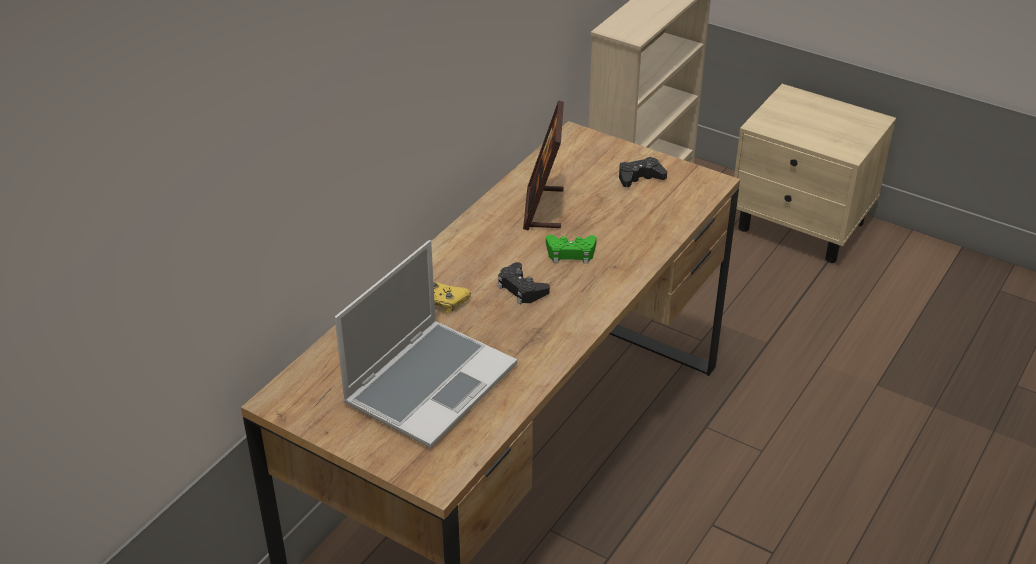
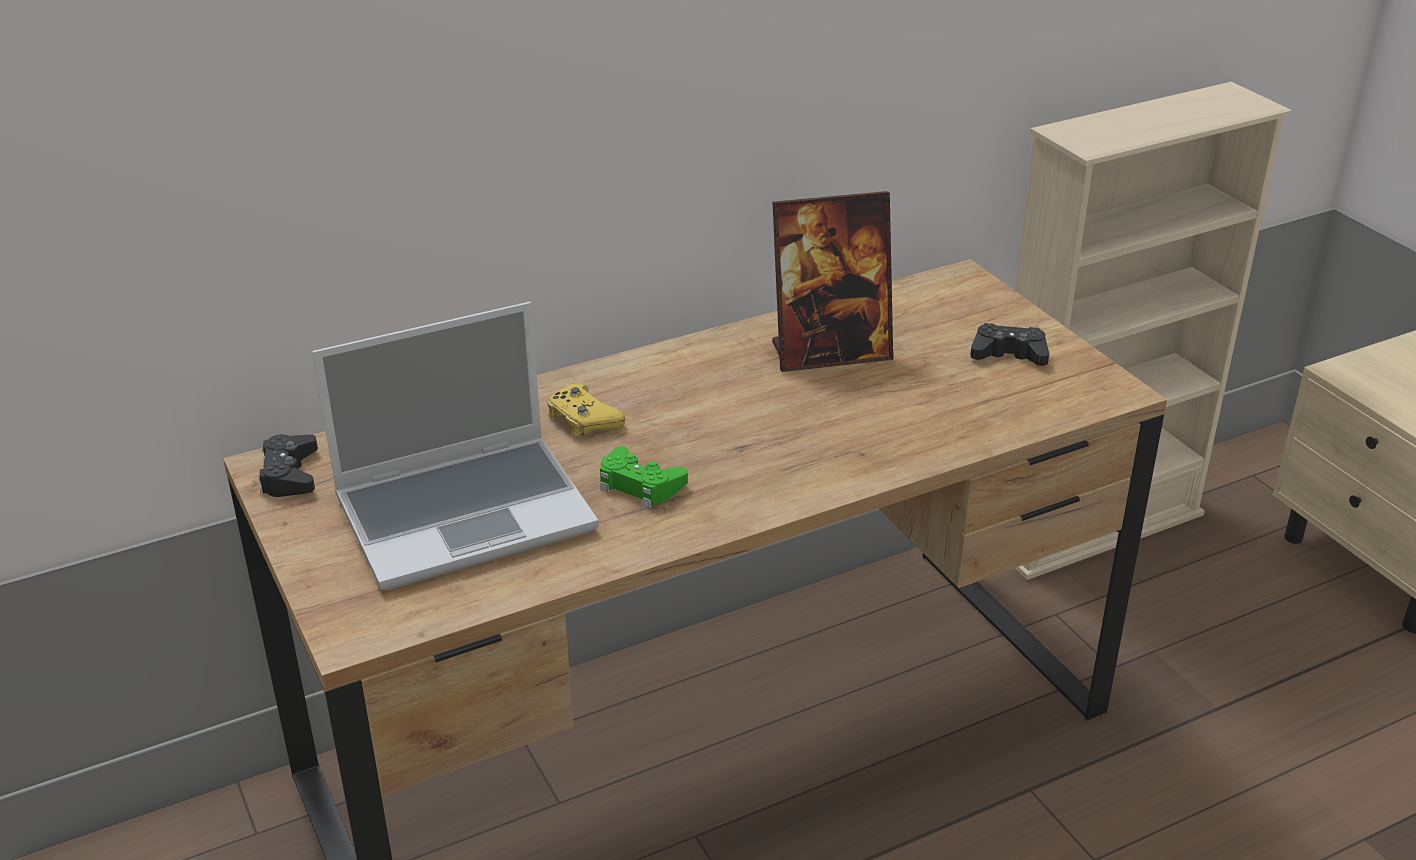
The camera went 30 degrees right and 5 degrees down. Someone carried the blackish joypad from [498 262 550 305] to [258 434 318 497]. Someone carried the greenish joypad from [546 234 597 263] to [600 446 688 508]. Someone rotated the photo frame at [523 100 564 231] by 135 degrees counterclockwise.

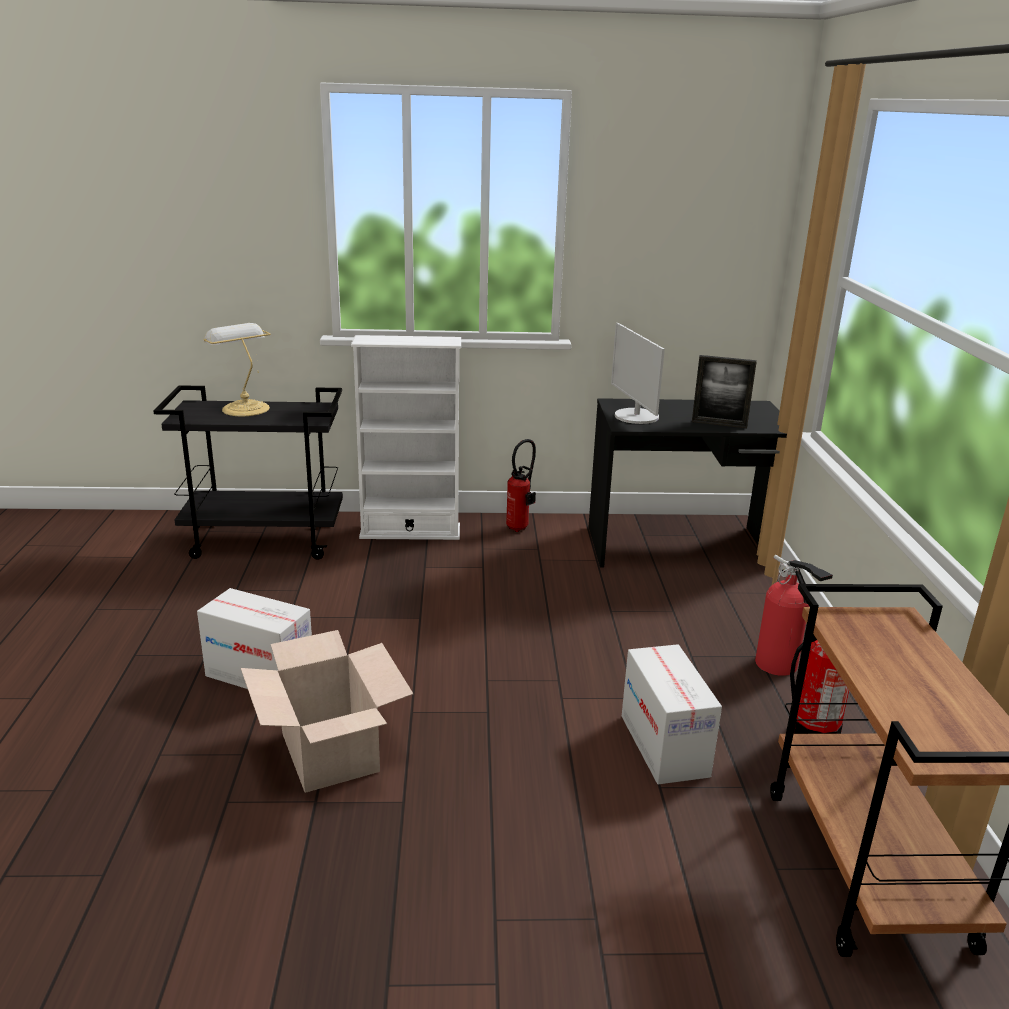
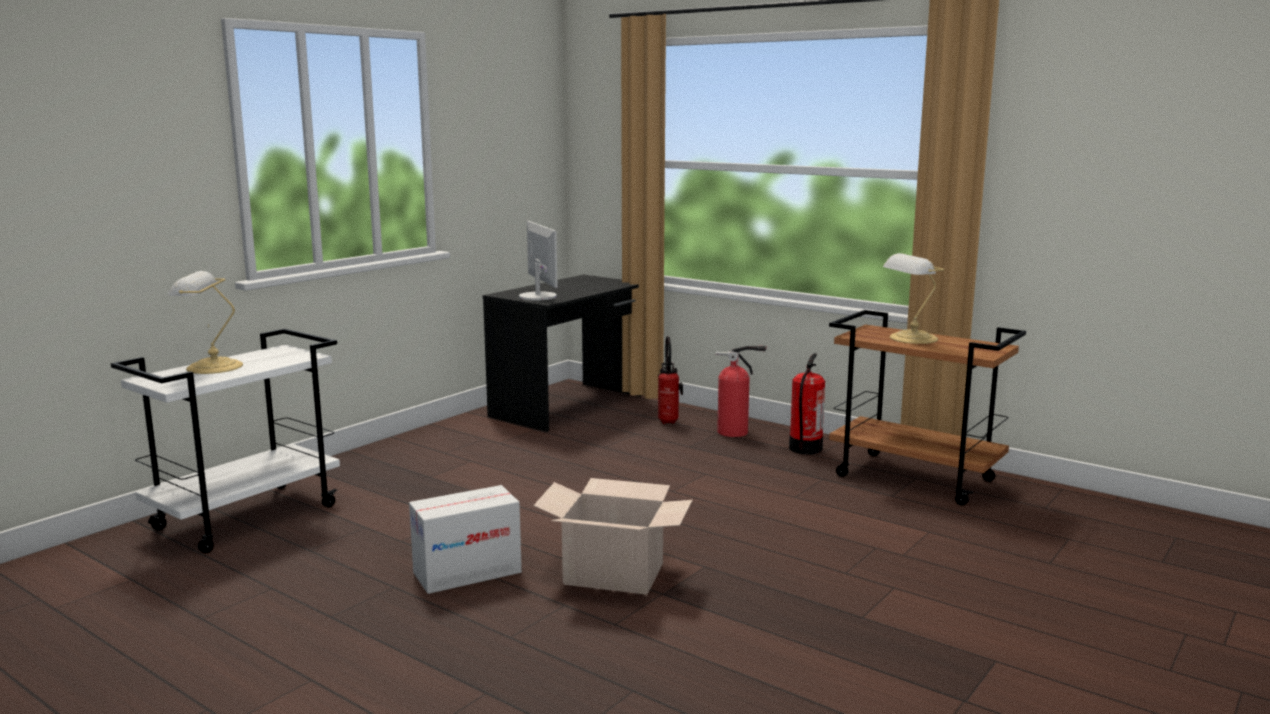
The camera went 50 degrees left and 10 degrees down. Someone took away the white shelving unit at [351 335 461 540]. Someone took away the packing box at [622 644 722 784]. Someone took away the photo frame at [692 355 757 428]. Someone put down the lamp for a table at [883 253 944 344]. Someone carried the fire extinguisher from [506 439 536 532] to [658 336 683 424]. Someone repainted the blackish trolley at [153 385 343 560], which became the white trolley at [111 329 340 553]. Someone rotated the monitor at [611 323 665 424] by 135 degrees counterclockwise.

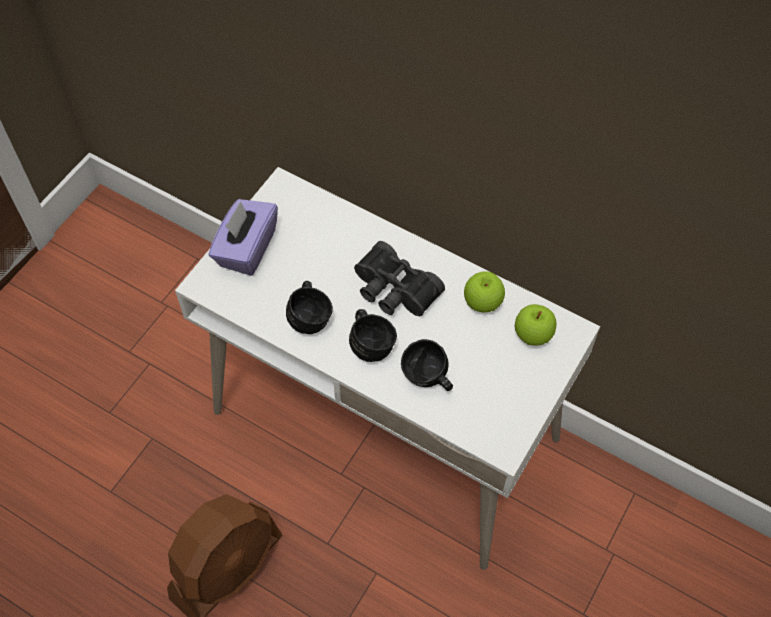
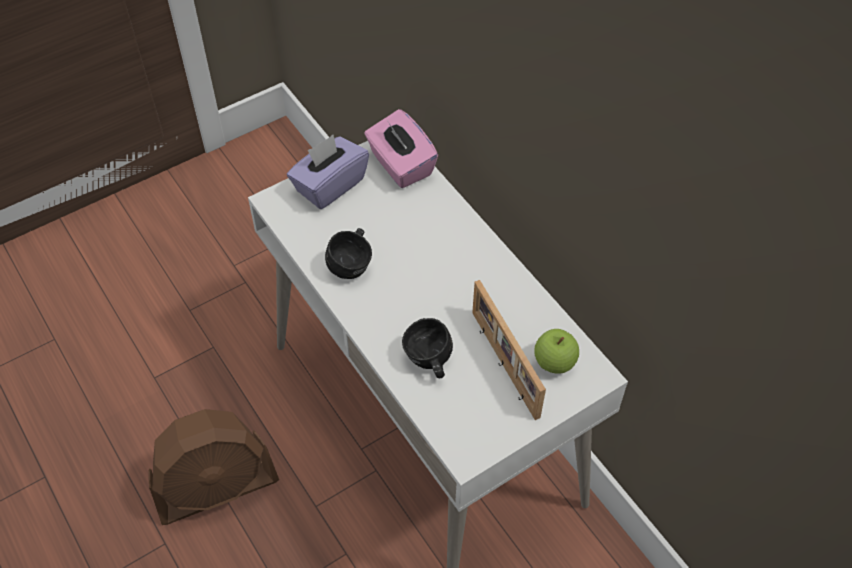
The camera went 25 degrees right and 5 degrees down. Someone took away the blackish tea mug at [349 309 397 362]. Someone took away the blackish pair of binoculars at [354 241 445 316]. Someone took away the apple at [464 271 505 312]. Someone put down the pink box of tissues at [364 109 438 188]. Someone put down the photo frame at [472 280 546 420].

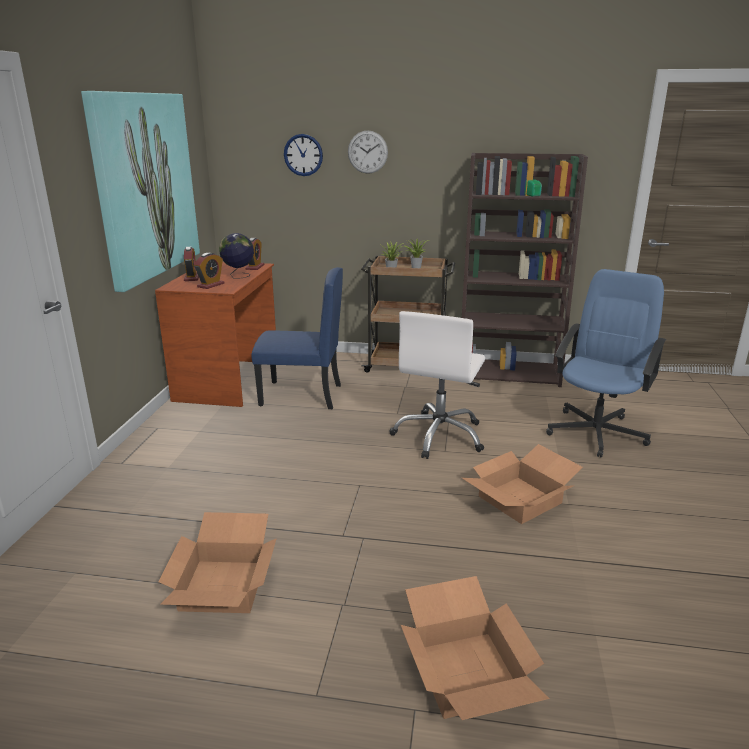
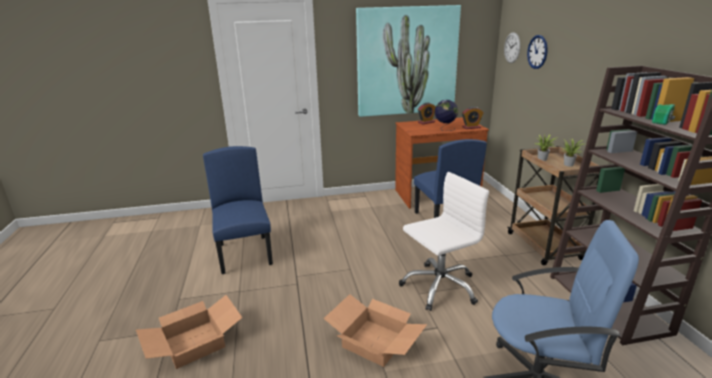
The camera went 70 degrees right and 0 degrees up. Someone took away the table clock at [194 253 225 289]. Someone carried the wall clock from [348 130 388 174] to [504 32 520 63]. Someone swapped the packing box at [158 512 277 613] for the blue-coloured upright chair at [203 146 273 274]. Someone rotated the white computer chair at [389 311 485 459] by 150 degrees clockwise.

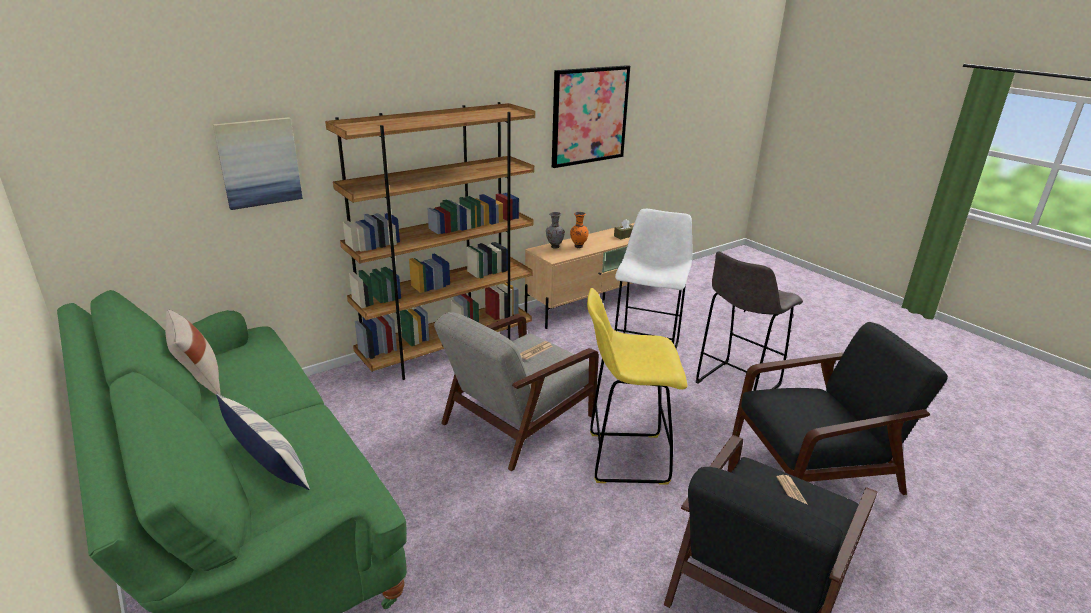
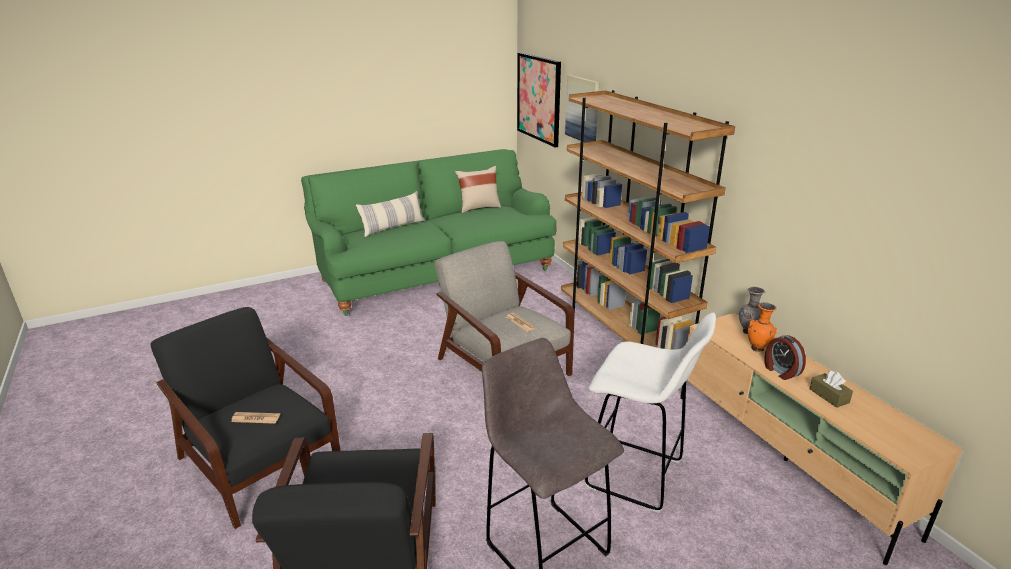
The camera went 100 degrees right and 0 degrees up. Someone took away the yellow stool at [587 288 687 485]. Someone put down the table clock at [764 335 806 380]. Someone carried the wall picture from [552 65 630 168] to [517 52 561 147].

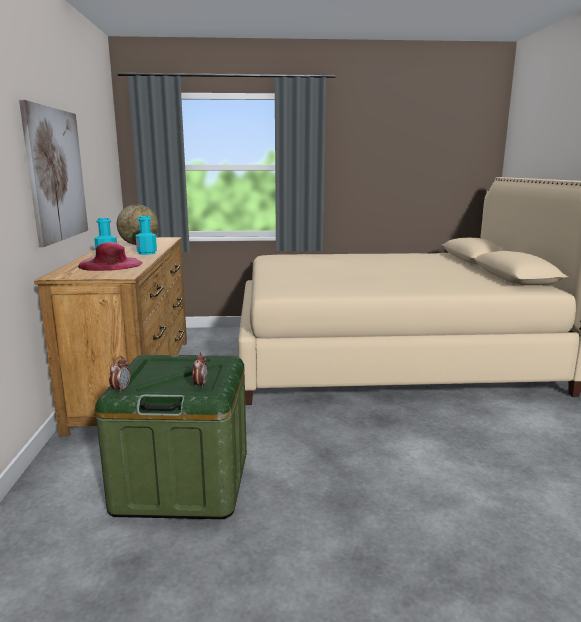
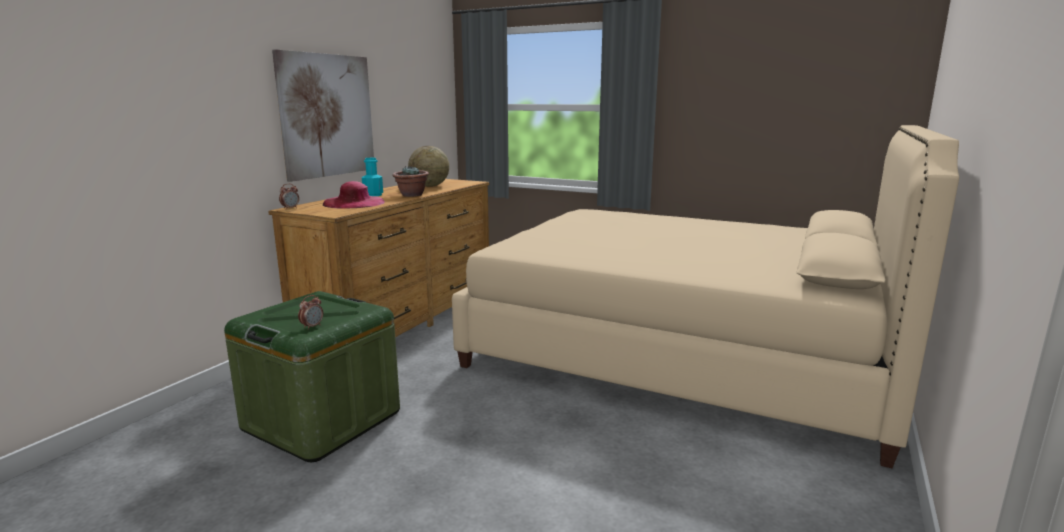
The camera went 30 degrees right and 0 degrees up. Someone carried the table clock from [109 356 130 393] to [279 183 299 209]. Someone swapped the blue-green beverage bottle at [136 216 157 255] for the potted plant at [392 166 429 197].

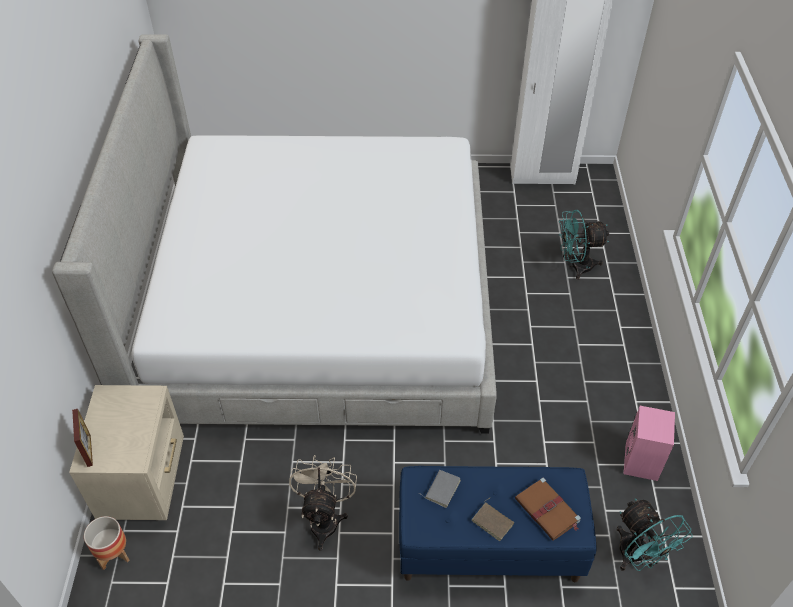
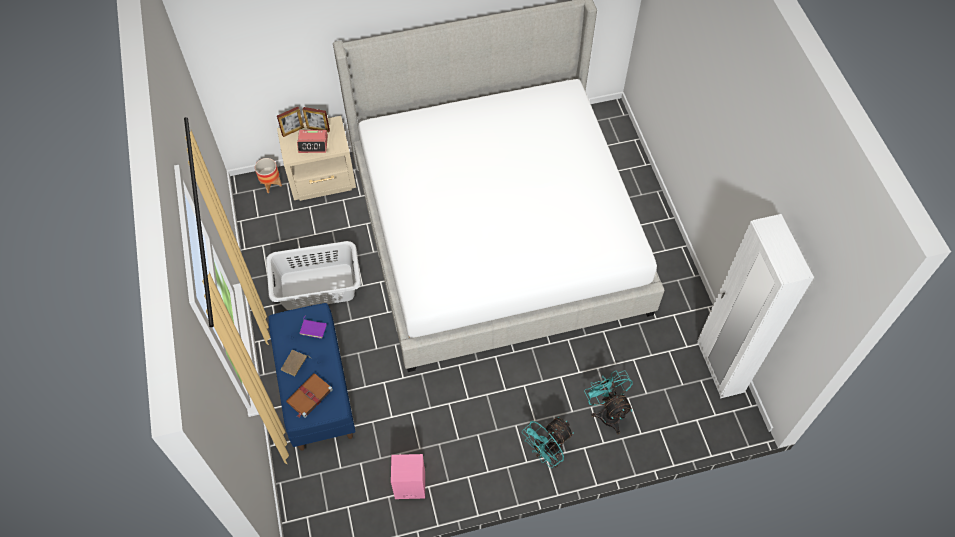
The camera went 75 degrees right and 10 degrees up. Someone put down the table clock at [297 130 328 153]. Someone put down the photo frame at [303 107 330 132]. Someone carried the blue-green electric fan from [617 498 693 571] to [522 417 574 468]. Someone swapped the beige-coloured electric fan at [289 455 357 551] for the grey laundry basket at [266 241 361 310]. Someone repainted the grey book at [418 470 460 508], which became the purple-coloured book at [300 315 327 339].

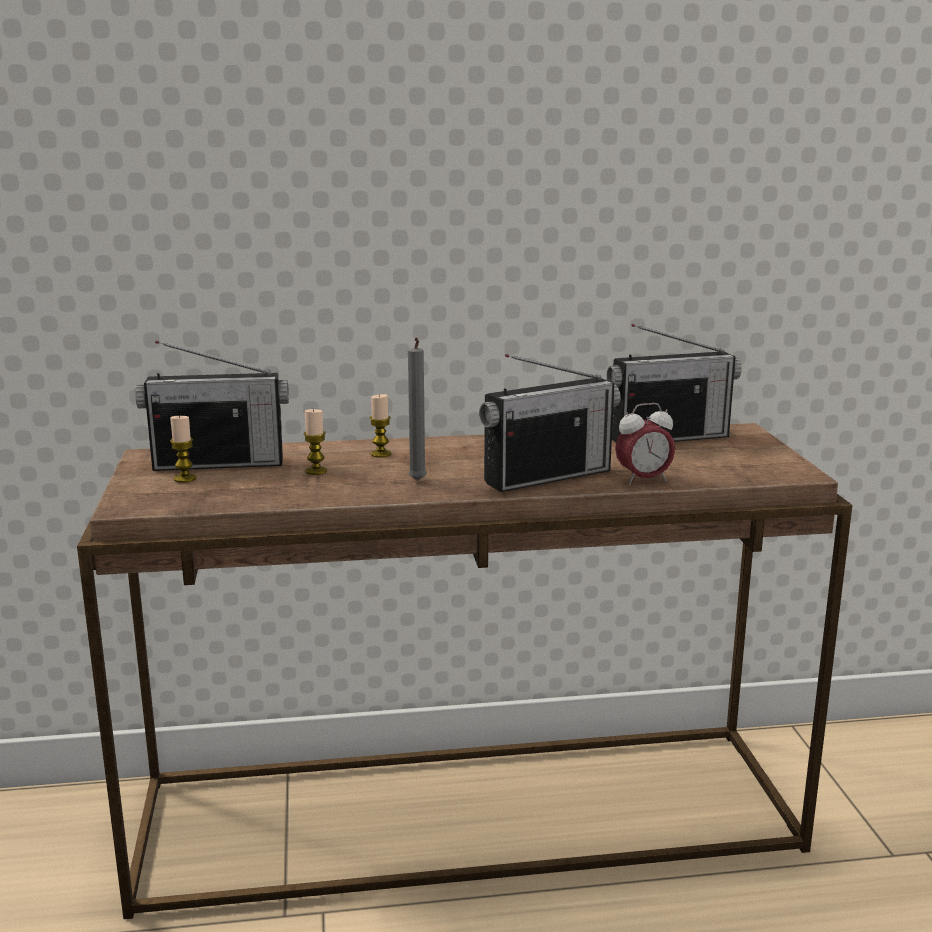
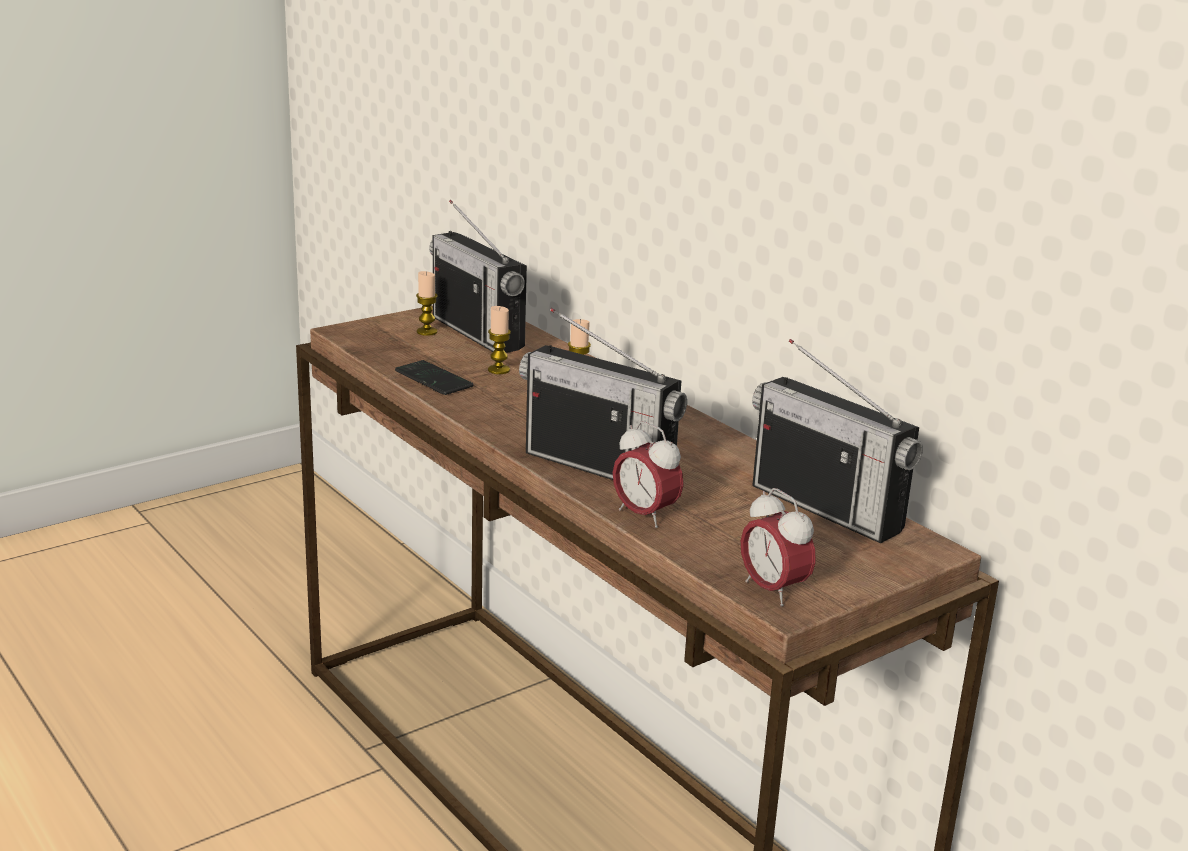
The camera went 60 degrees right and 5 degrees up. Someone took away the grey wax light at [408 337 427 481]. Someone put down the handset at [395 360 474 395]. Someone put down the table clock at [741 488 816 606].

